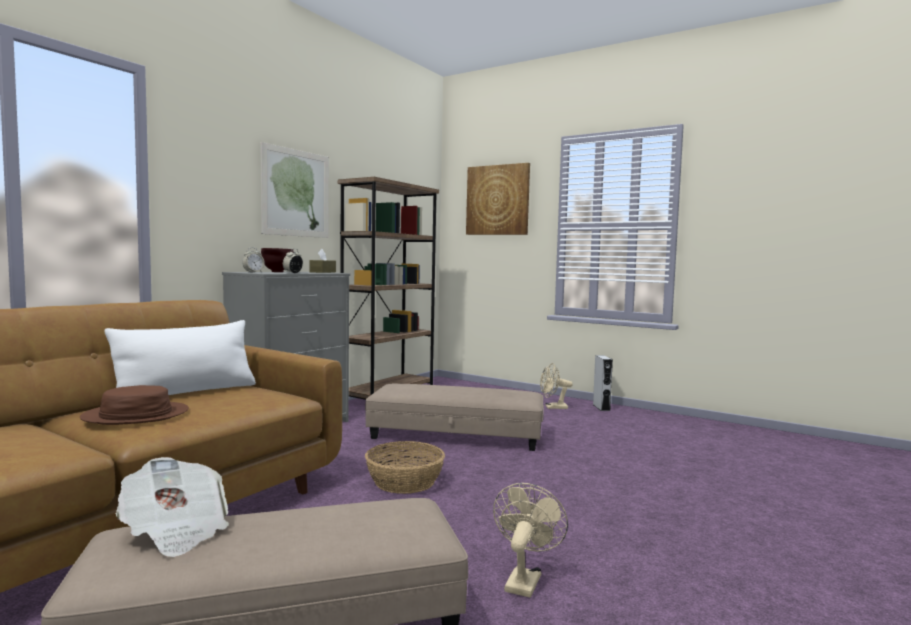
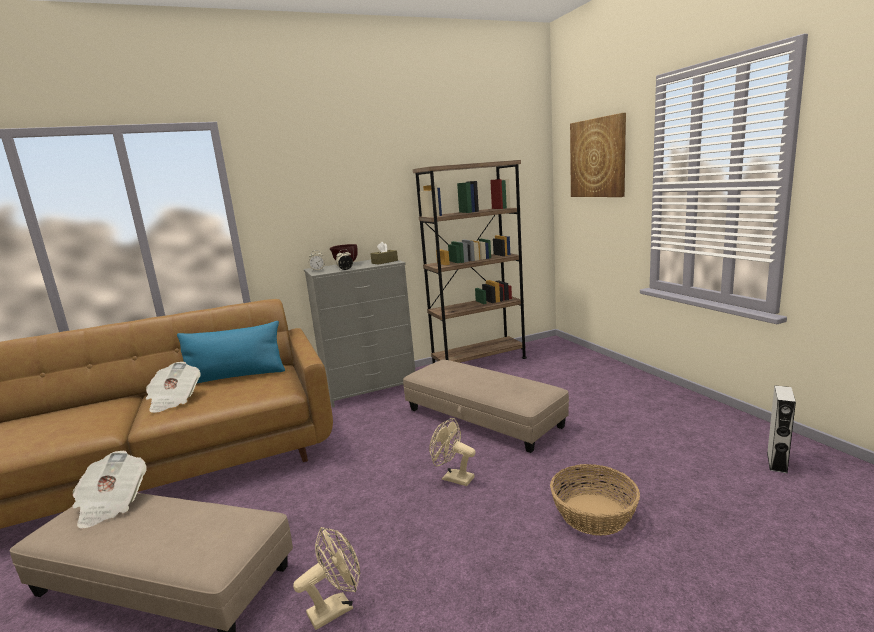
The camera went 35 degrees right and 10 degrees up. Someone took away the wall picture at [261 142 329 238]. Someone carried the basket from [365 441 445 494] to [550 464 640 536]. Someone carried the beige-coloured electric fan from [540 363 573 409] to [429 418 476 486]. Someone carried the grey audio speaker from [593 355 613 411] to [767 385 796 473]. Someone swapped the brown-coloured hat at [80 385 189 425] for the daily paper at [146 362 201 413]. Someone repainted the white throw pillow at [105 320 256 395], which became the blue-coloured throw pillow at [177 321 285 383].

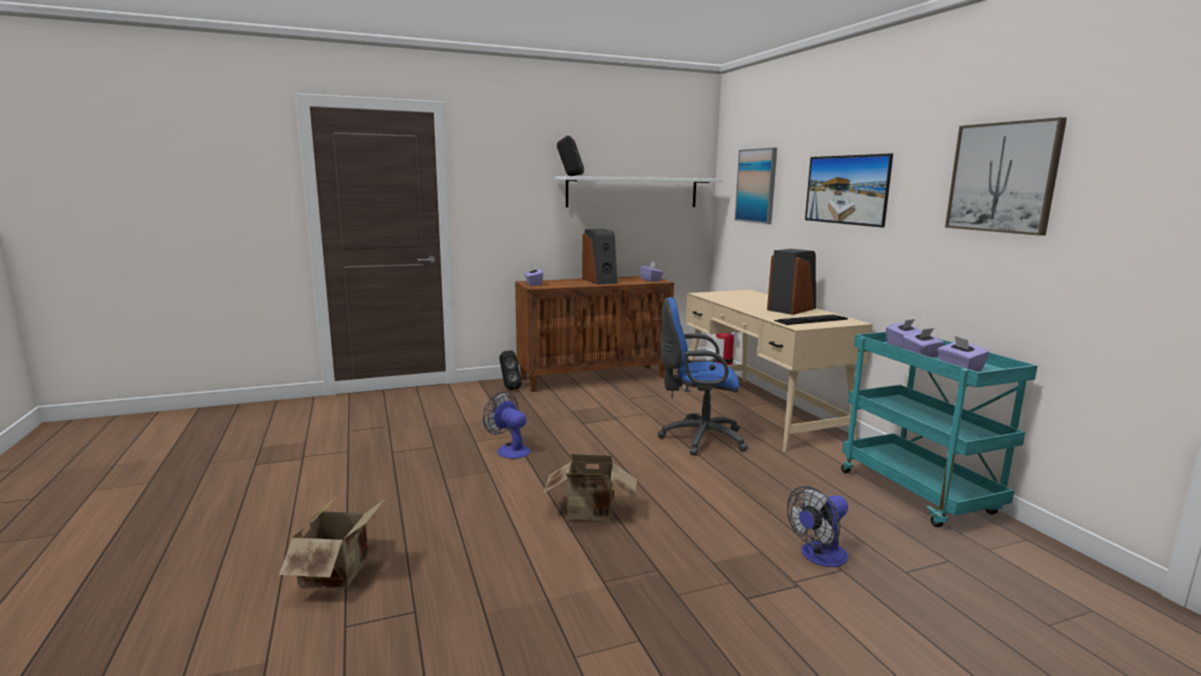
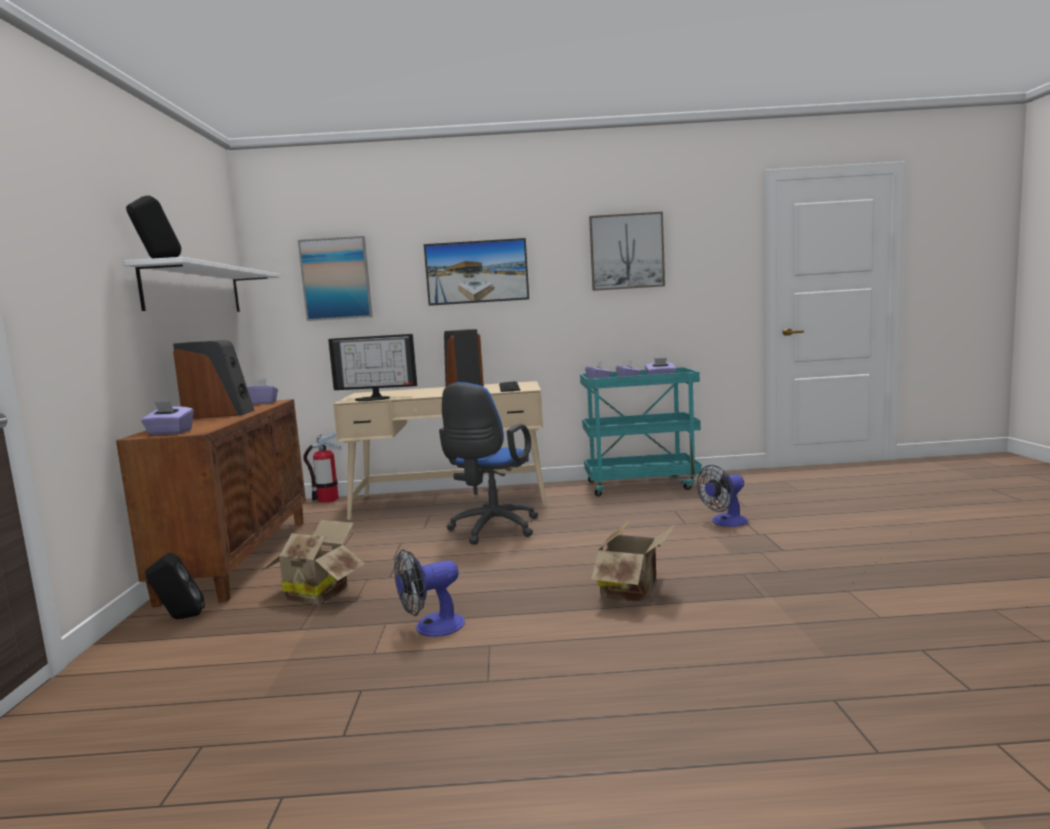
The camera went 70 degrees left and 5 degrees down. Someone put down the monitor at [328 334 417 401]. Someone carried the packing box from [279 497 386 588] to [262 520 365 605]. Someone rotated the electric fan at [787 486 848 567] by 75 degrees clockwise.

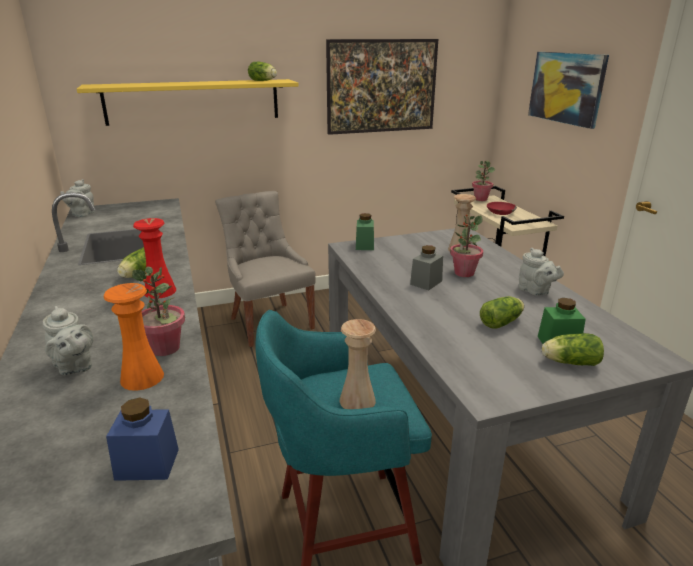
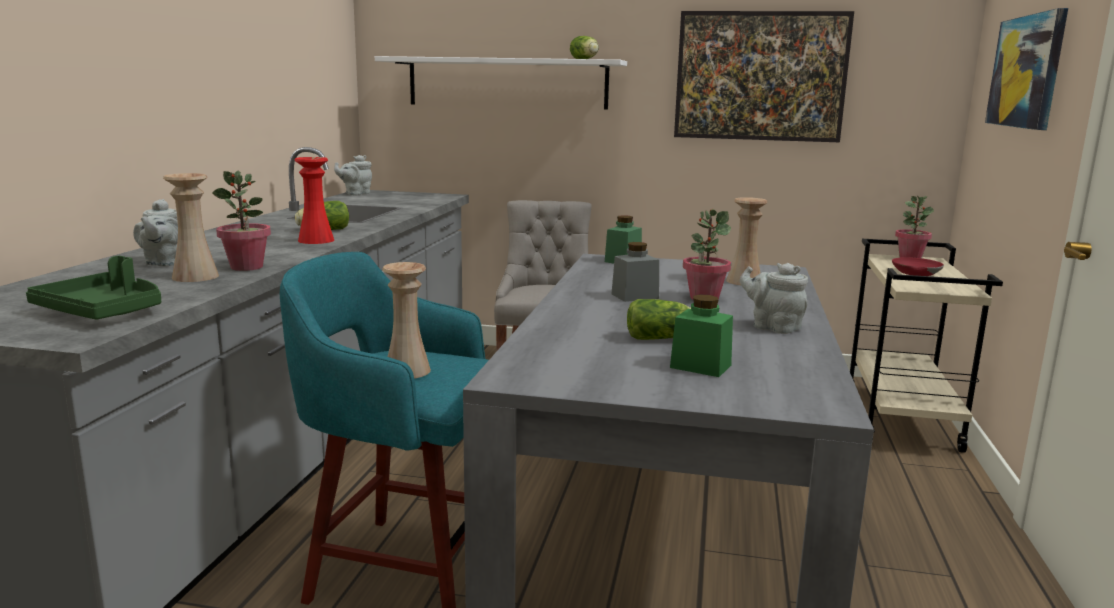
The camera went 30 degrees right and 10 degrees down. Someone took away the head of lettuce at [542 333 604 366]. Someone swapped the blue-coloured preserve jar at [106 398 179 481] for the greenish carrying tray at [26 256 161 320]. Someone repainted the yellow wall shelf at [77 79 299 126], which became the white wall shelf at [375 56 627 110]. Someone repainted the orange decorative vase at [104 283 164 391], which became the beige-coloured decorative vase at [163 173 219 282]. Someone rotated the grey teapot at [519 248 564 296] by 135 degrees clockwise.

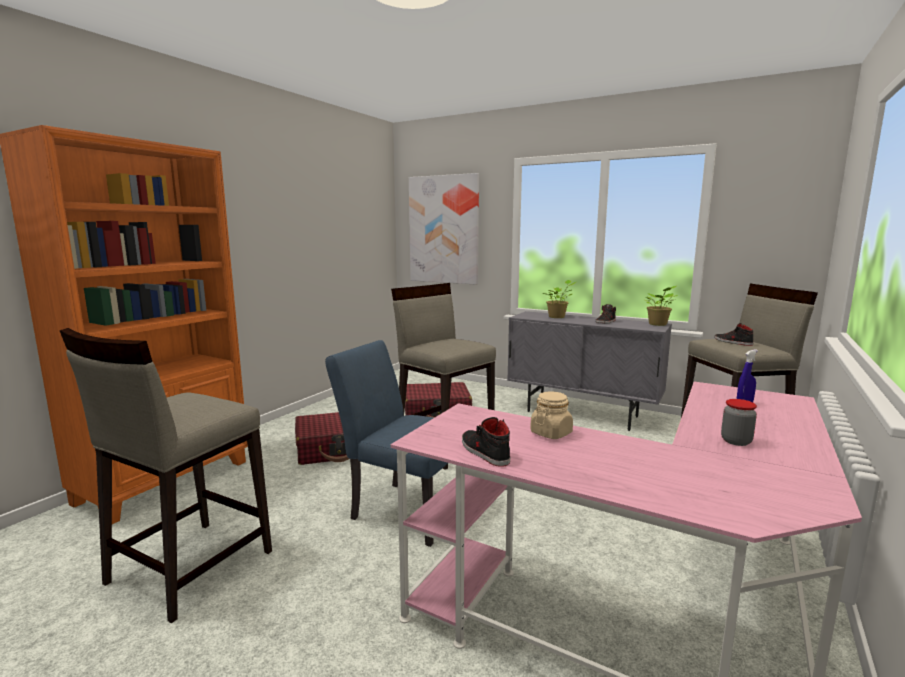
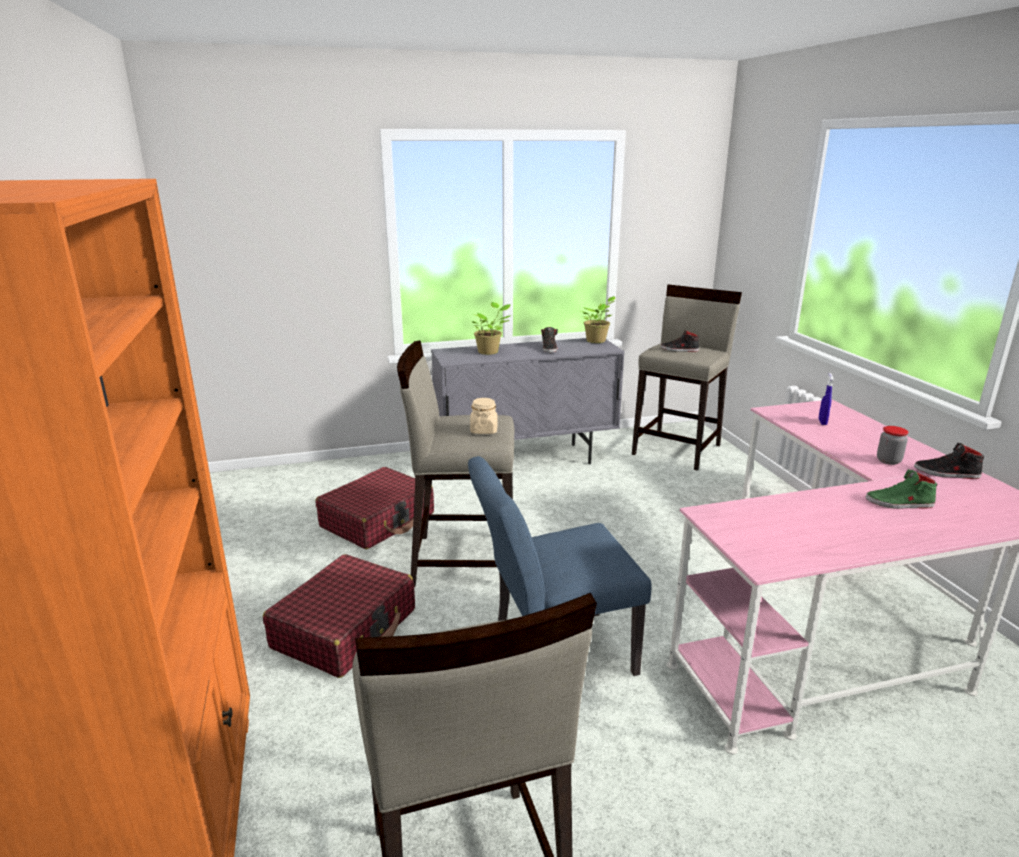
The camera went 45 degrees left and 10 degrees up. Someone took away the wall picture at [409 173 479 285]. Someone put down the greenish item of footwear at [866 469 937 509]. Someone carried the blackish item of footwear from [462 417 510 467] to [914 443 984 479]. Someone carried the beige-coloured preserve jar from [530 391 573 439] to [470 398 498 434].

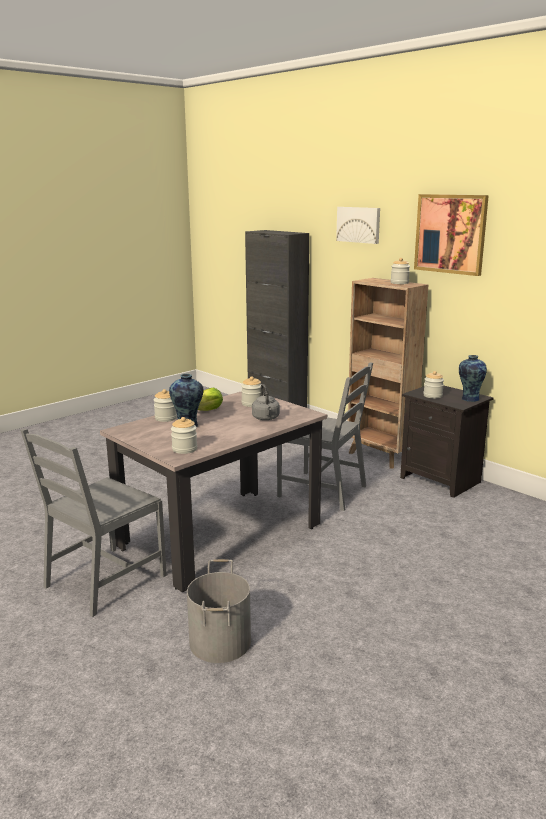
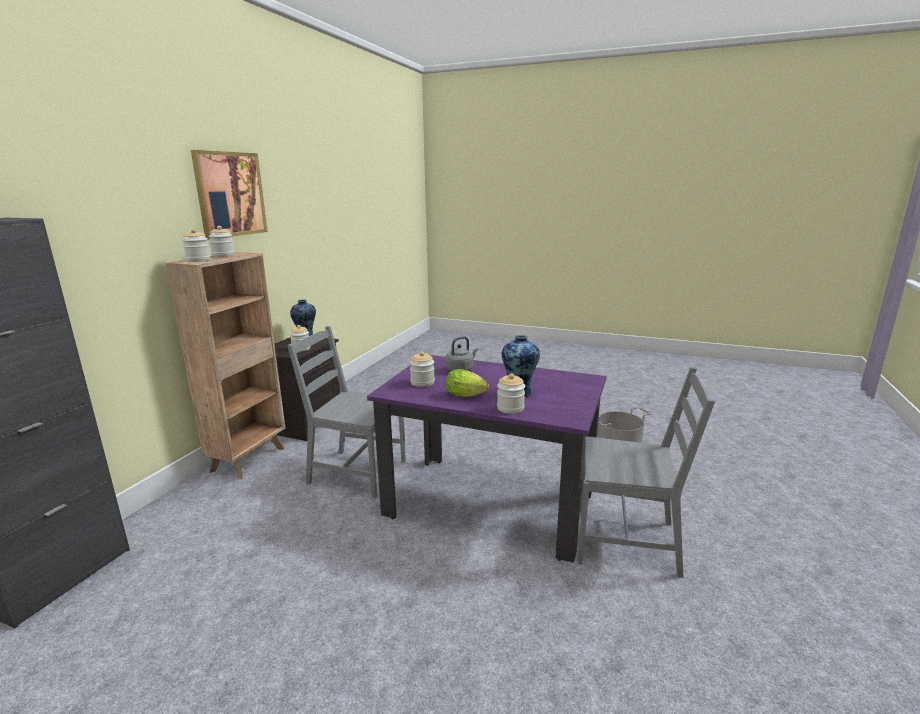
The camera went 115 degrees left and 0 degrees up. Someone took away the wall picture at [336 207 380 244]. Someone carried the preserve jar from [171 417 197 454] to [182 229 211 262]. Someone repainted the beige-coloured dinner table at [100 392 327 592], which became the purple-coloured dinner table at [367 355 606 563]. Someone rotated the grey upright chair at [277 362 373 511] by 75 degrees counterclockwise.

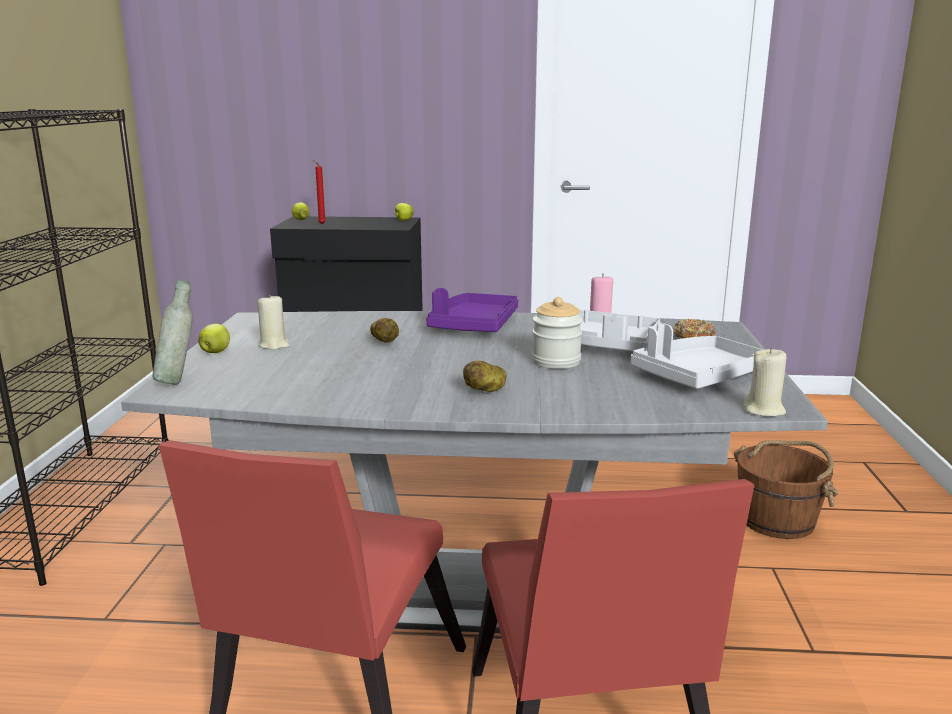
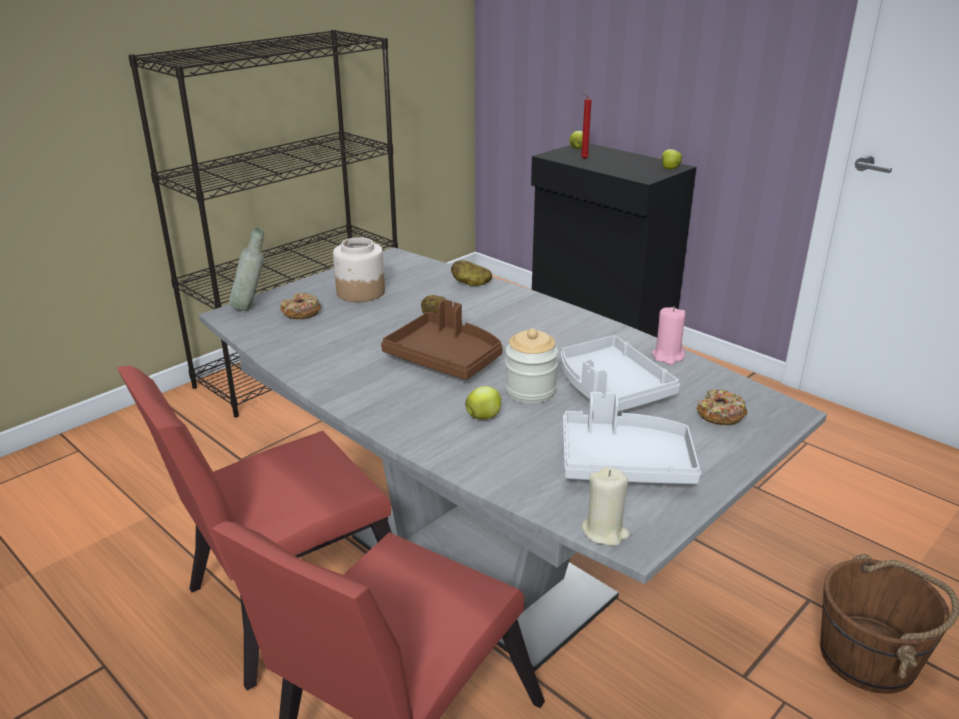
The camera went 40 degrees right and 10 degrees up. Someone took away the purple-coloured carrying tray at [426 288 518 332]. Someone put down the doughnut at [280 293 321 319]. Someone put down the brown-coloured carrying tray at [381 299 503 380]. Someone carried the apple from [198 324 230 353] to [465 386 502 419]. Someone carried the spud from [463 361 506 392] to [451 260 492 286]. Someone swapped the beige-coloured wax light at [257 293 290 350] for the preserve jar at [333 237 385 302].

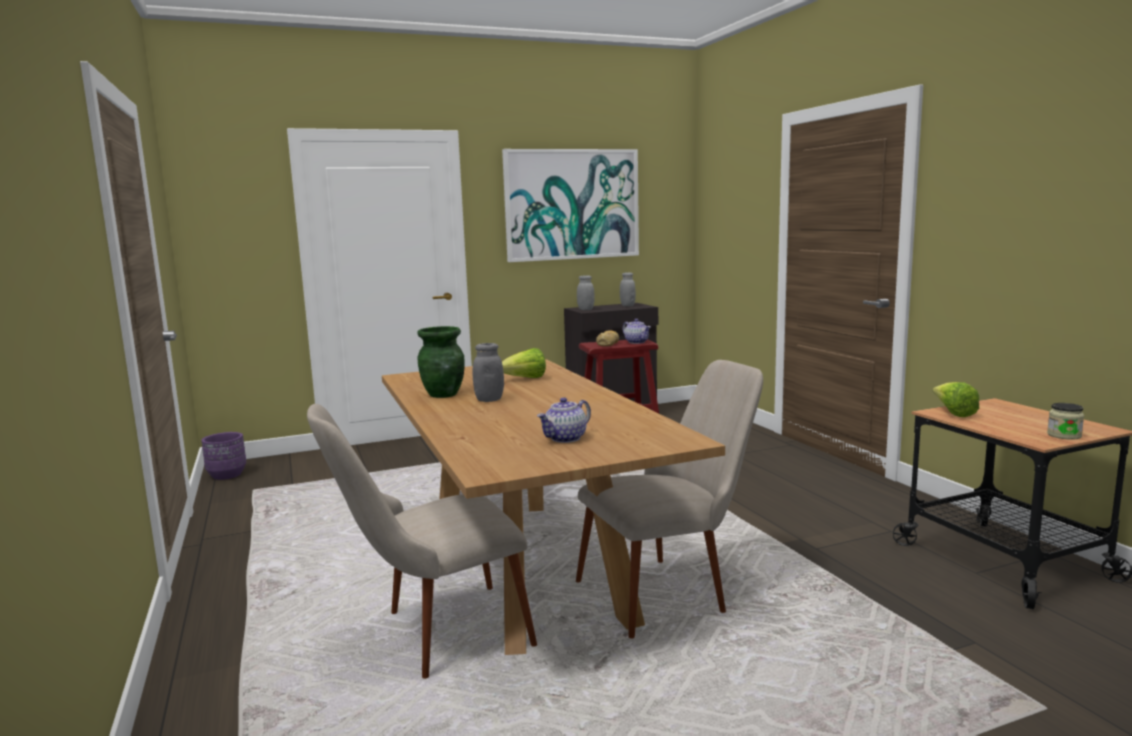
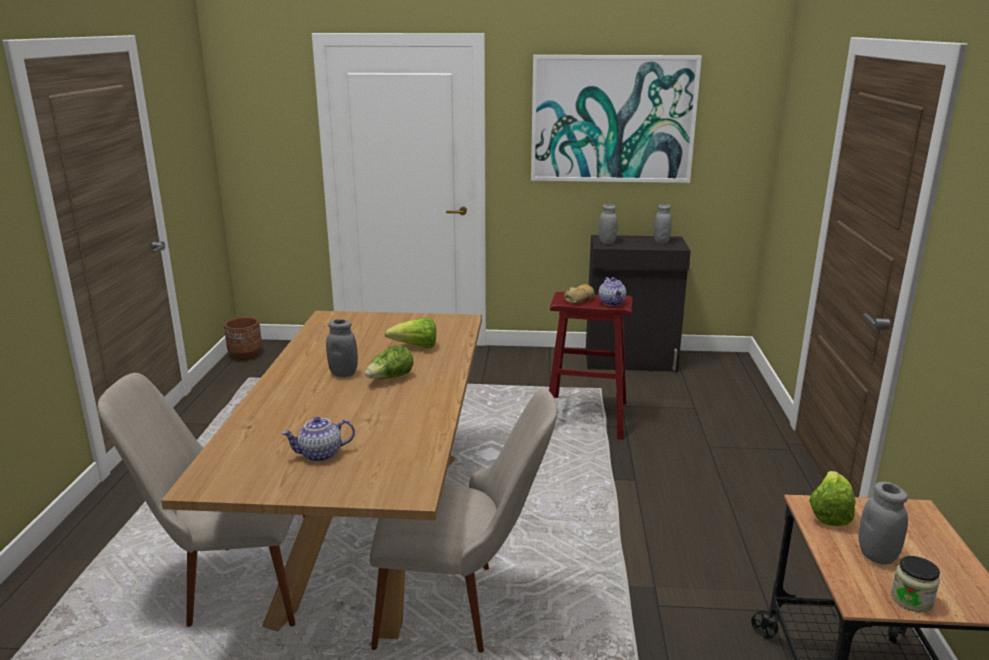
The camera went 25 degrees right and 10 degrees up. Someone took away the greenish decorative vase at [417 326 465 398]. Someone put down the head of lettuce at [365 345 413 379]. Someone put down the grey preserve jar at [858 482 908 565]. Someone repainted the purple-coloured flower pot at [201 432 246 480], which became the brown-coloured flower pot at [224 317 262 360].

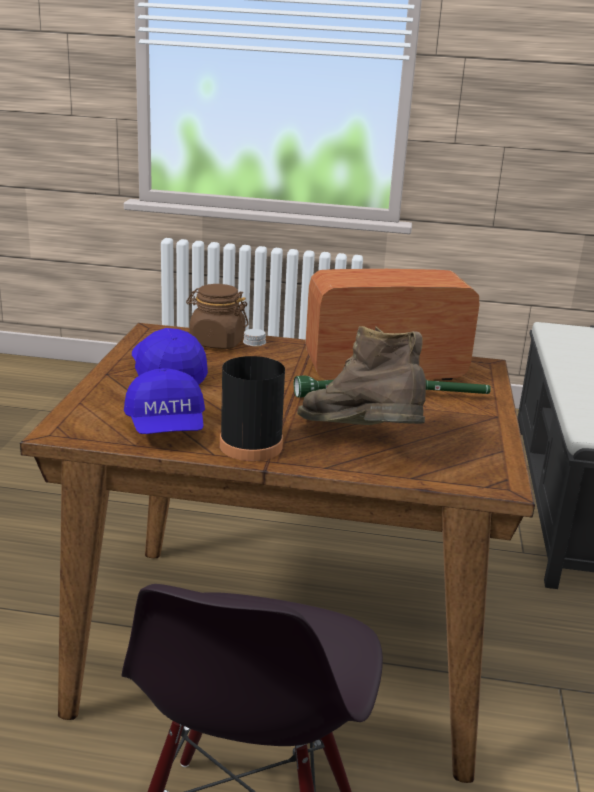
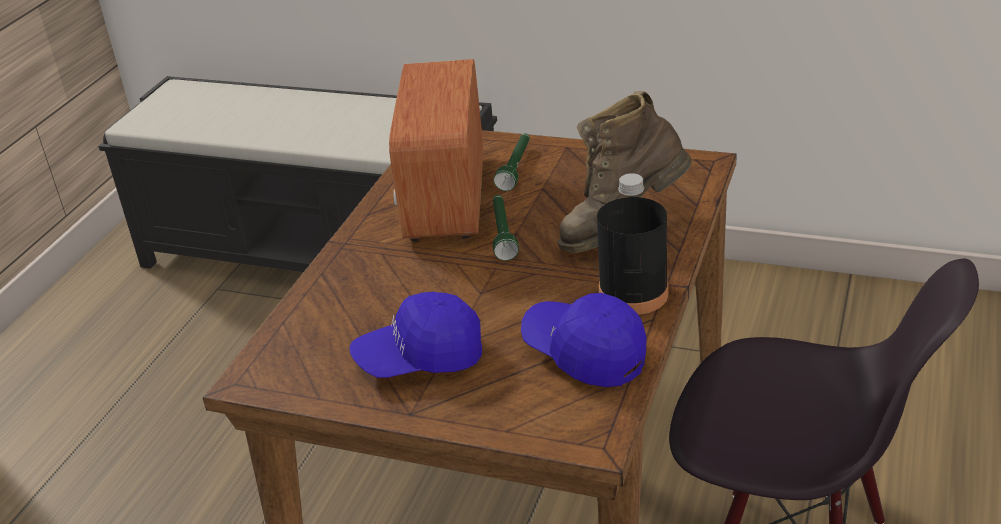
The camera went 75 degrees left and 10 degrees up. Someone took away the brown-coloured preserve jar at [186 284 249 349]. Someone rotated the blue-coloured cap at [124 368 205 434] by 135 degrees counterclockwise.

